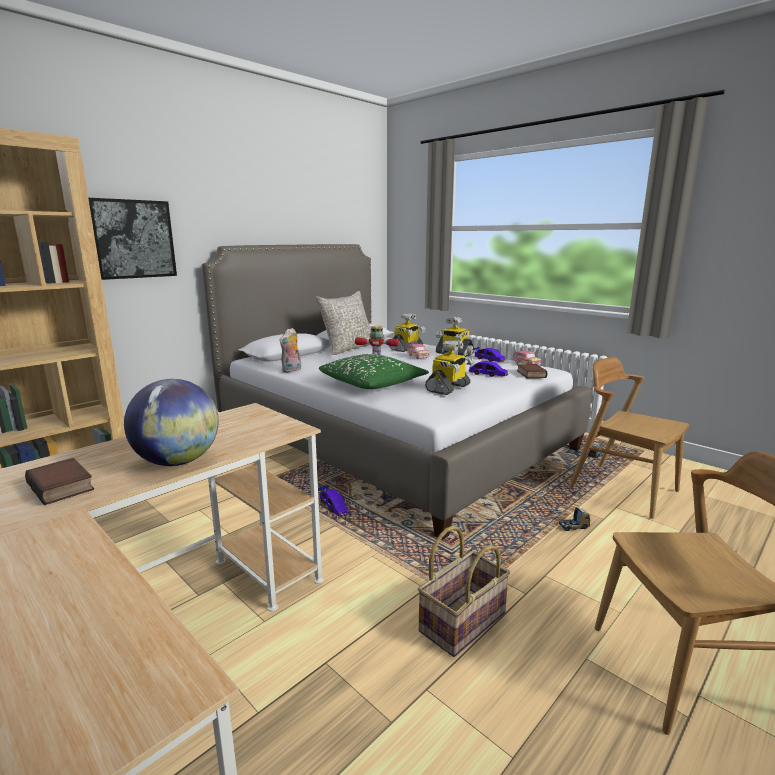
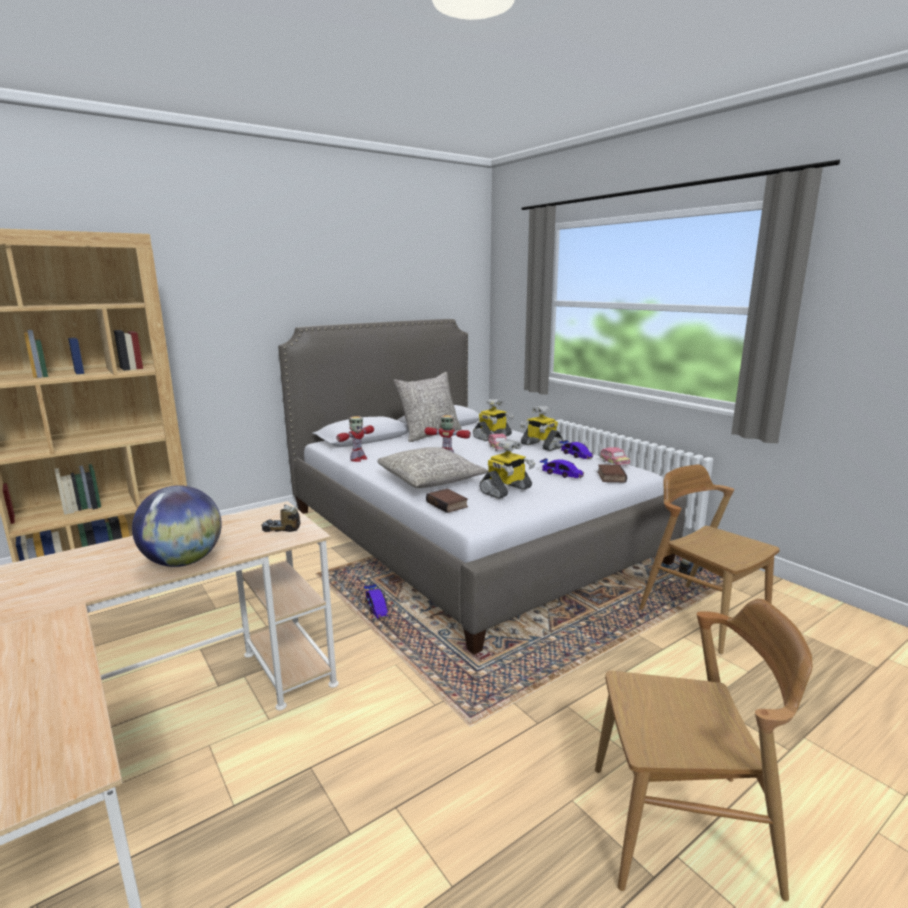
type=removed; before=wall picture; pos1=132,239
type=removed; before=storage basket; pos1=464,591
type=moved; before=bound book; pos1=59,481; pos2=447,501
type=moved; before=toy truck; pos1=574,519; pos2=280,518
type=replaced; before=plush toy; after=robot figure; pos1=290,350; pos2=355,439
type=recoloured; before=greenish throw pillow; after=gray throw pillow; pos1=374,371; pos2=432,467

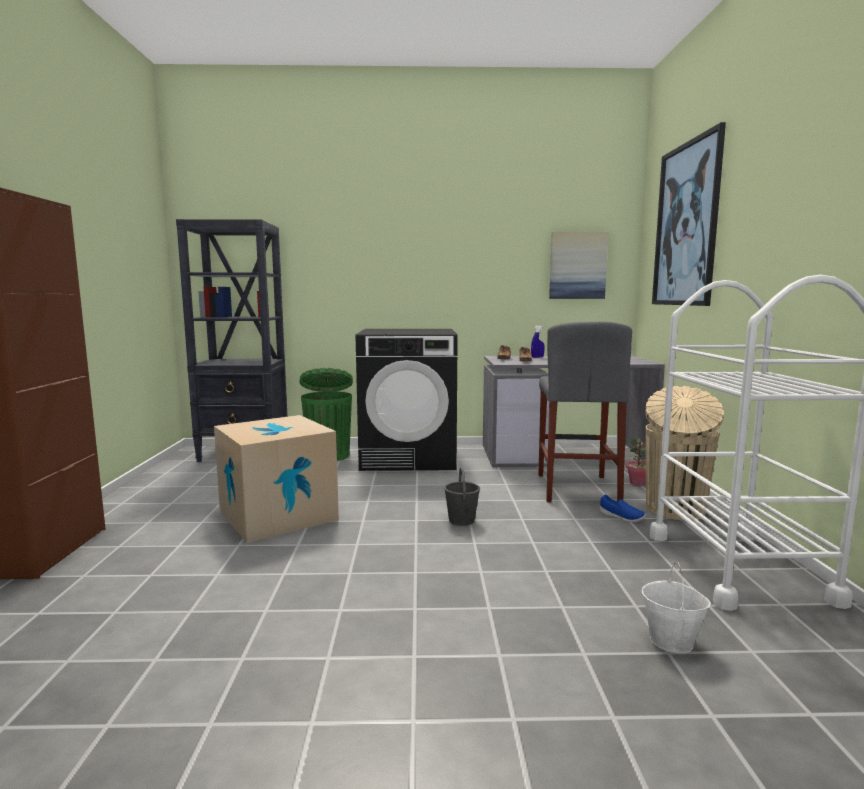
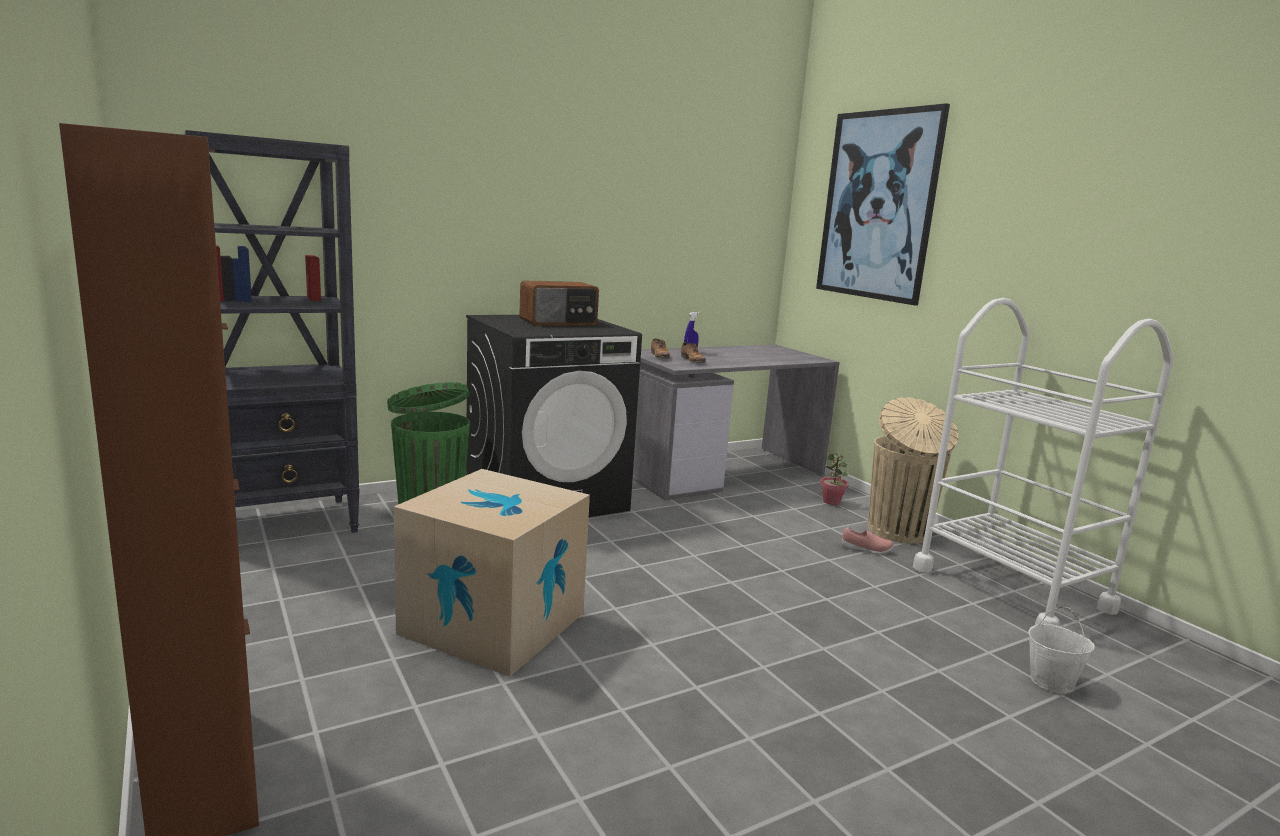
type=removed; before=gray pail; pos1=462,496
type=removed; before=gray sitting stool; pos1=585,412
type=removed; before=wall picture; pos1=579,265
type=added; after=radio; pos2=559,303
type=recoloured; before=blue item of footwear; after=pinkish item of footwear; pos1=623,508; pos2=867,540

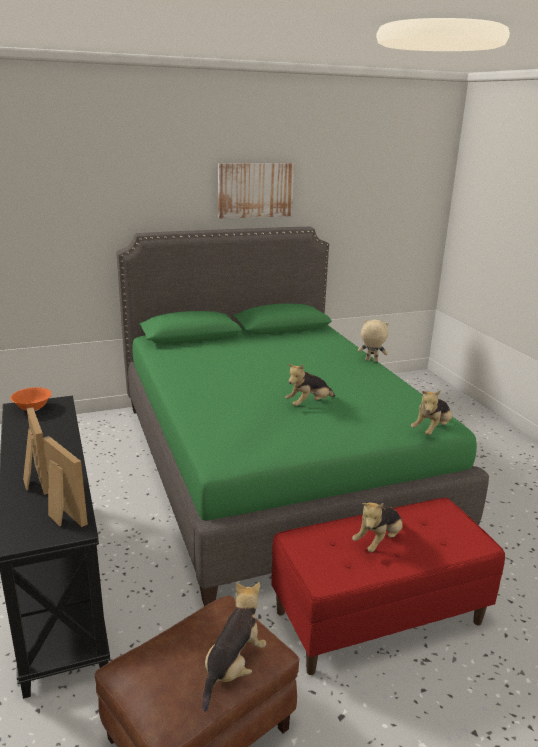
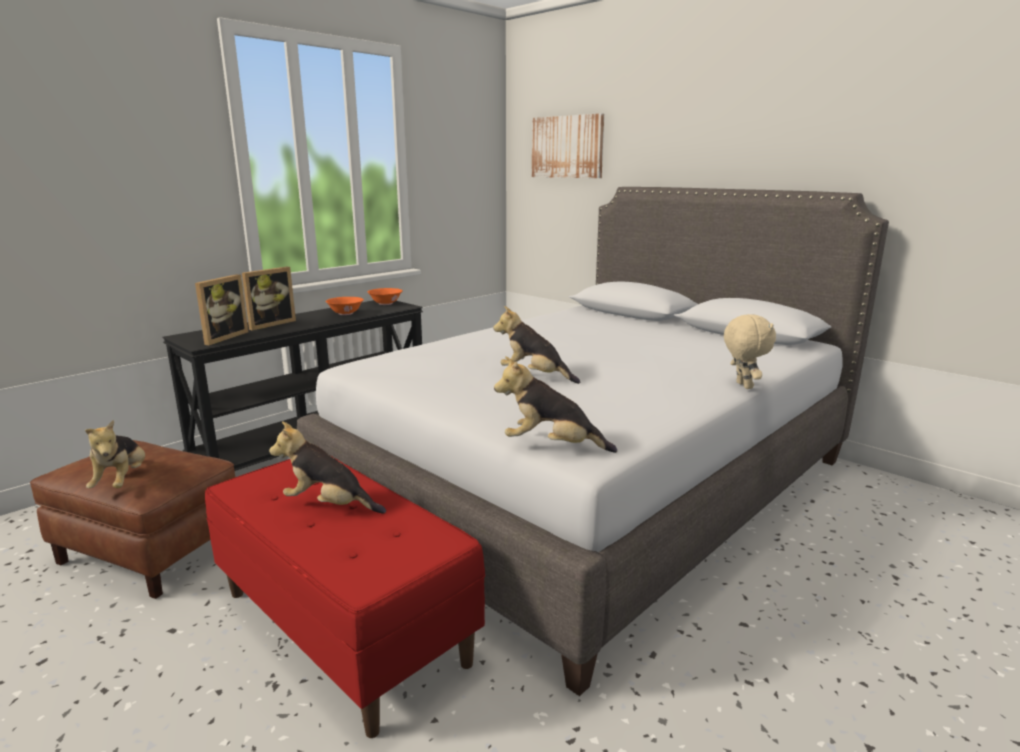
type=added; after=orange deep dish; pos2=344,306
type=moved; before=wall picture; pos1=256,191; pos2=568,145
type=recoloured; before=greenish bed; after=gray bed; pos1=302,416; pos2=593,441
type=turned; before=plush toy; pos1=234,647; pos2=115,454; turn=75

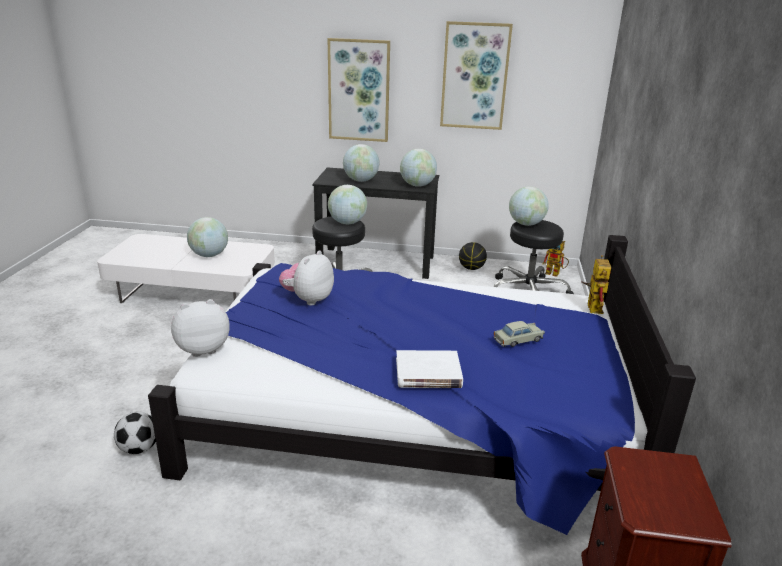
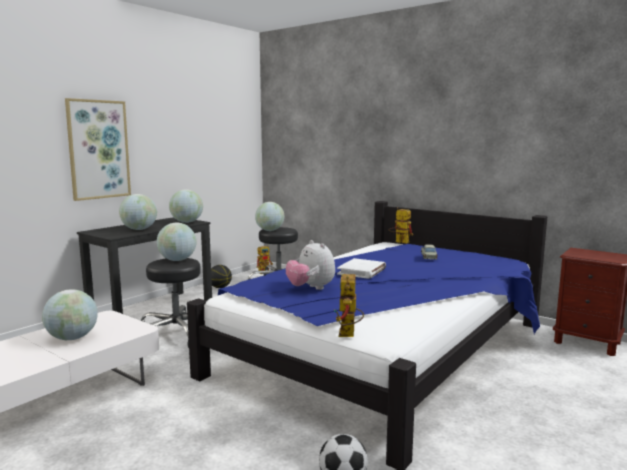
type=removed; before=wall picture; pos1=476,75
type=moved; before=white-coloured bound book; pos1=429,369; pos2=361,268
type=replaced; before=plush toy; after=robot figure; pos1=200,328; pos2=349,305

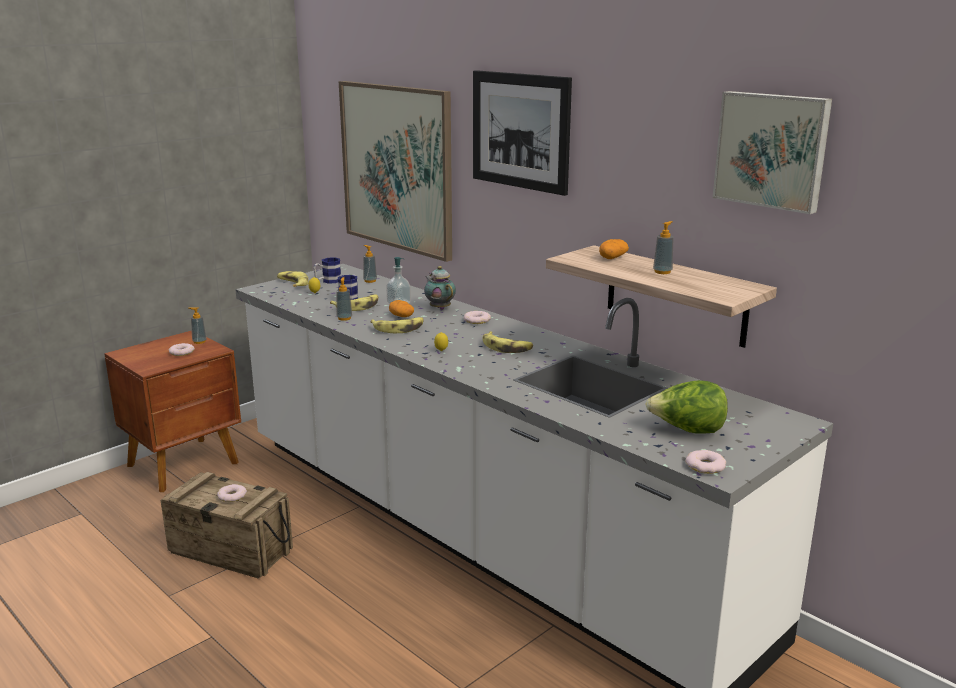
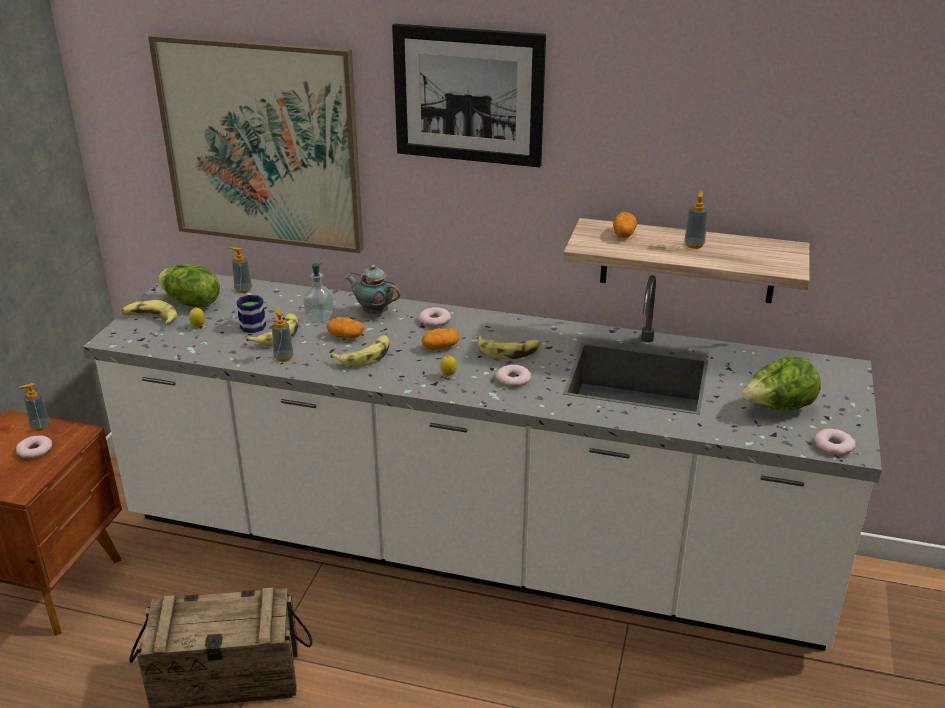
type=removed; before=wall picture; pos1=772,152
type=added; after=potato; pos2=440,339
type=moved; before=donut; pos1=232,493; pos2=513,376
type=replaced; before=coffee mug; after=lettuce; pos1=327,270; pos2=189,285

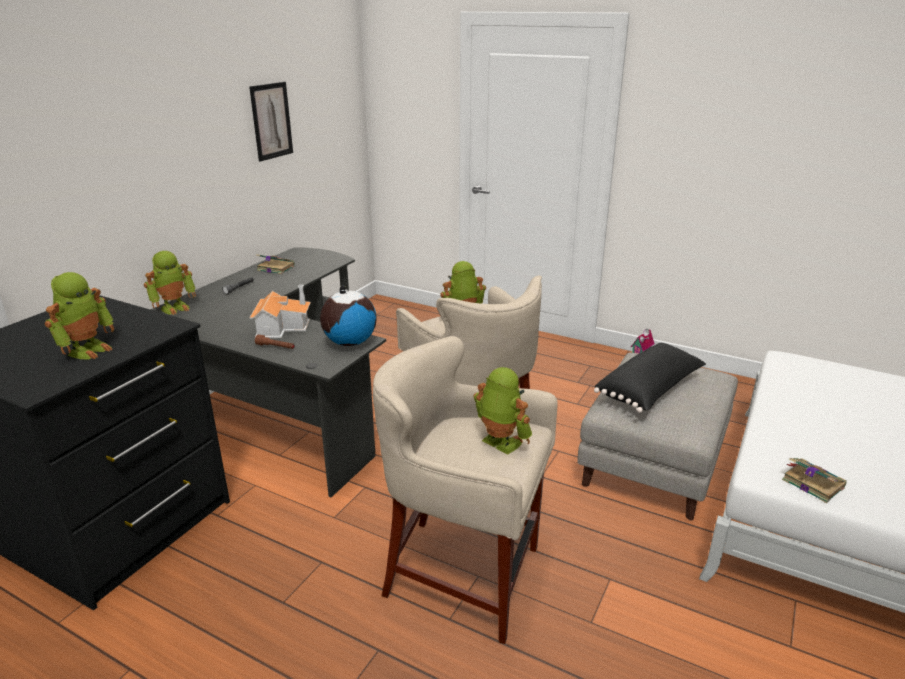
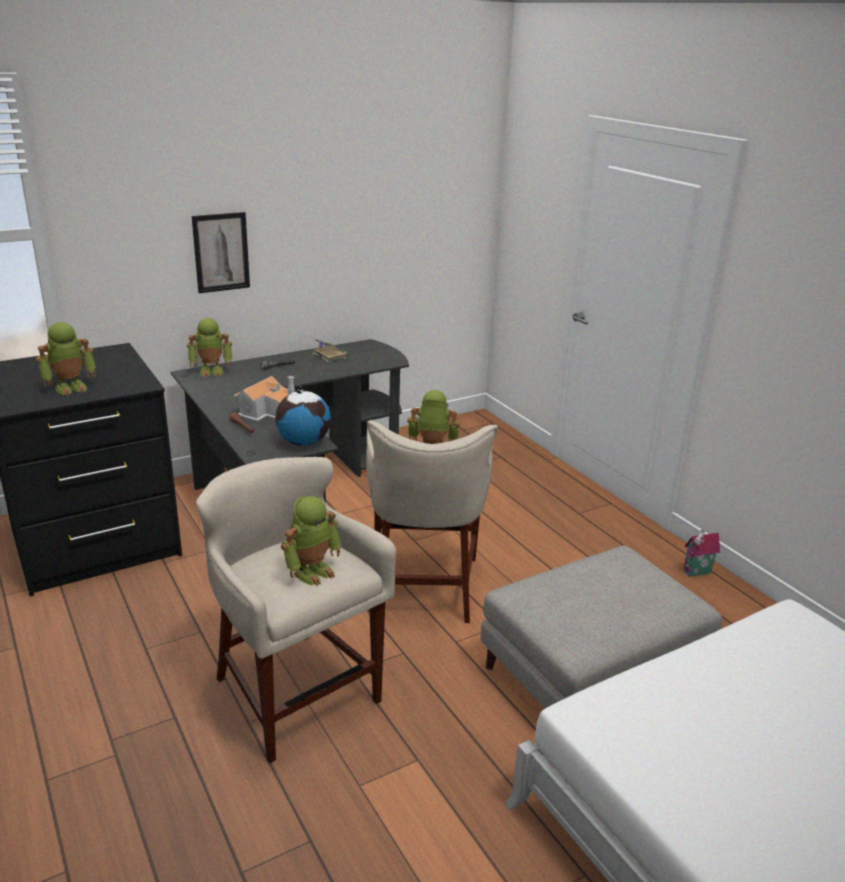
type=removed; before=black throw pillow; pos1=650,378
type=removed; before=bound book; pos1=814,480
type=moved; before=wall picture; pos1=271,122; pos2=221,252
type=turned; before=robot figure; pos1=502,411; pos2=311,541; turn=60

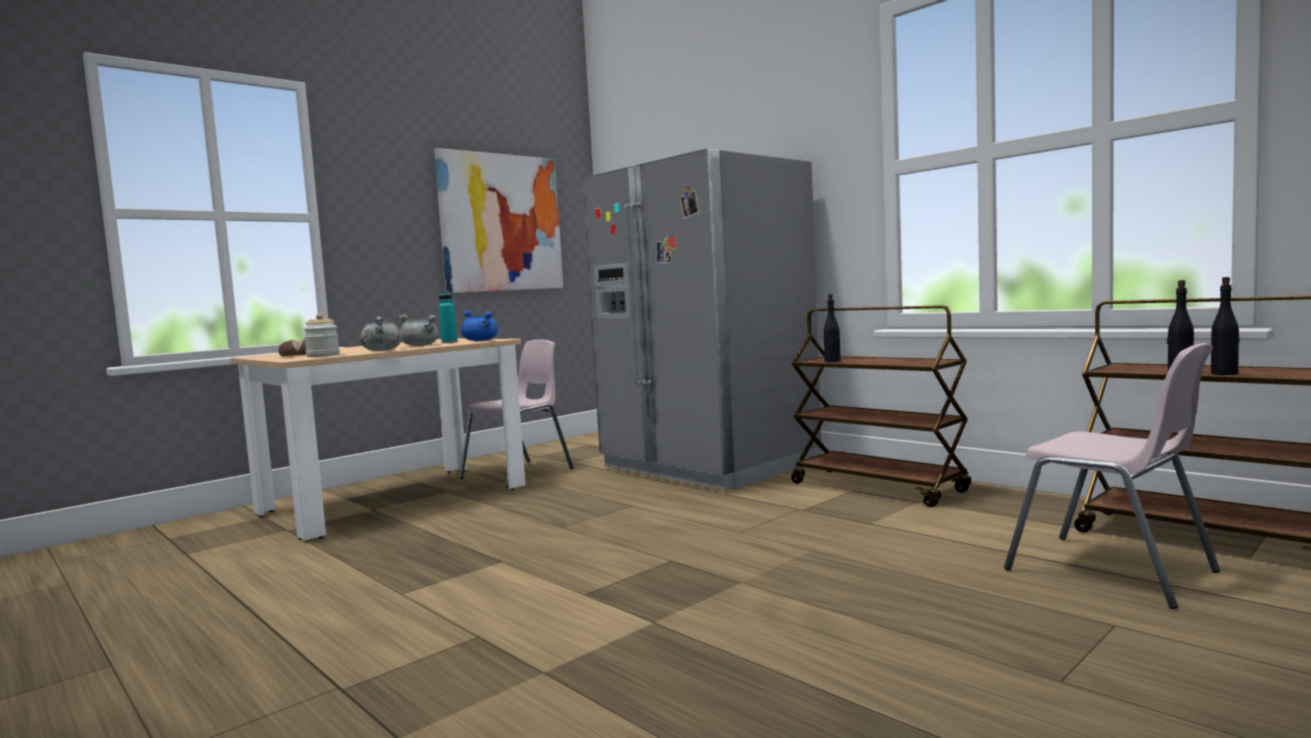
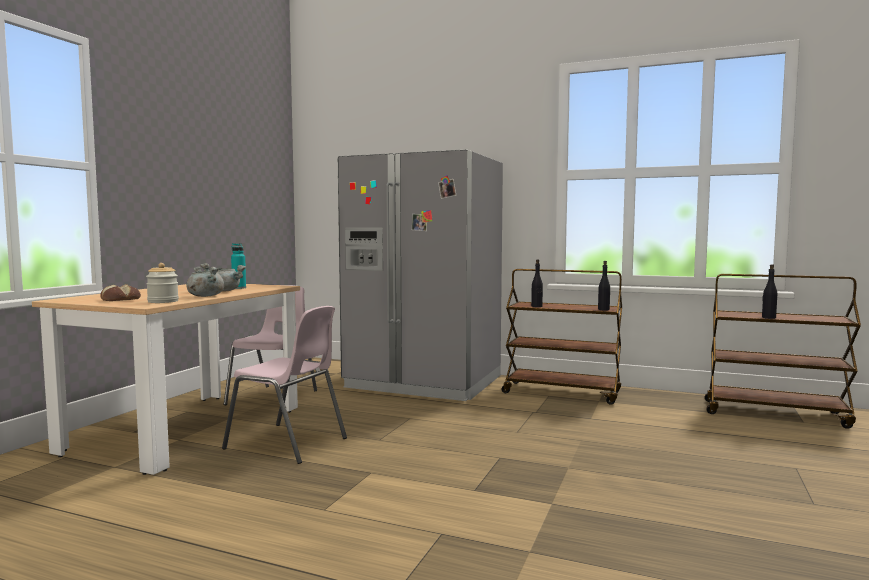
type=removed; before=wall picture; pos1=498,220
type=removed; before=blue cooking pot; pos1=479,325
type=moved; before=pinkish upright chair; pos1=1112,476; pos2=284,385
type=moved; before=black drink bottle; pos1=1225,326; pos2=604,286

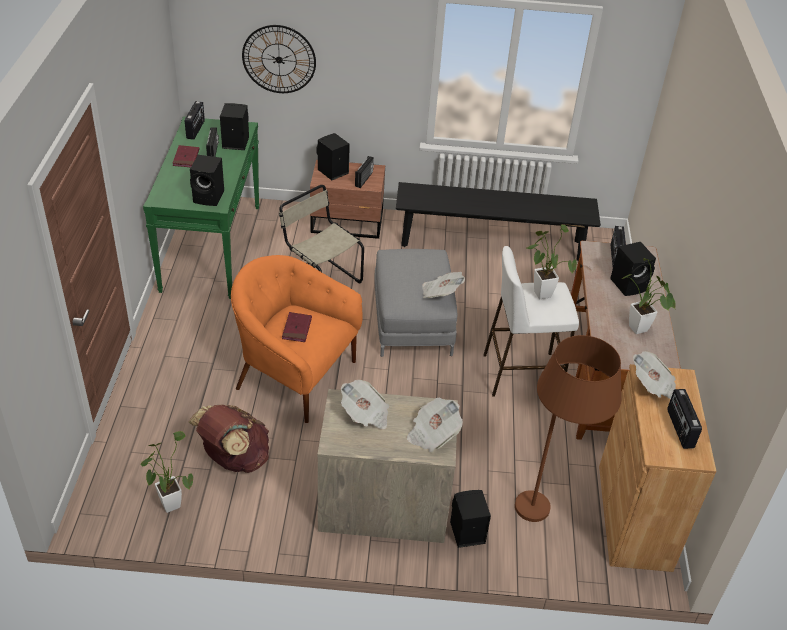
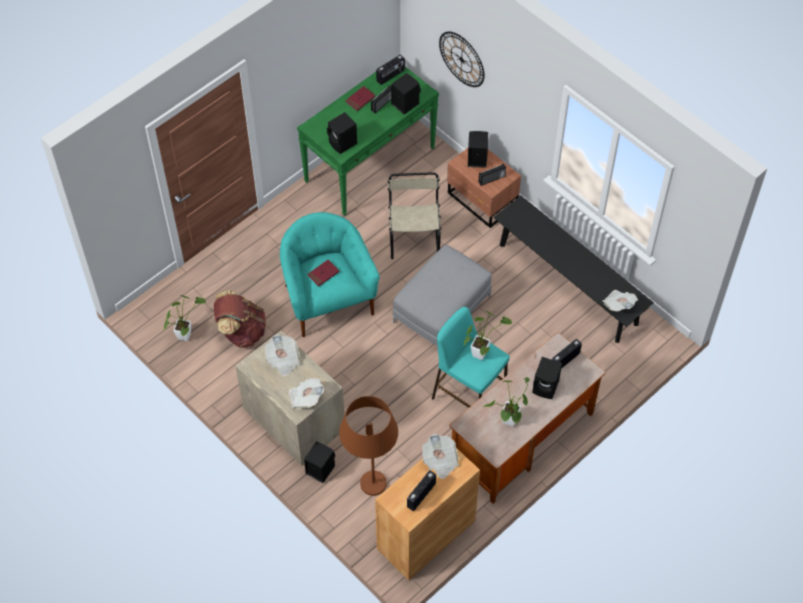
type=moved; before=daily paper; pos1=443,285; pos2=620,300
type=recoloured; before=orange armchair; after=turquoise-coloured armchair; pos1=296,339; pos2=329,274
type=recoloured; before=white-coloured sitting stool; after=turquoise-coloured sitting stool; pos1=531,321; pos2=471,357

